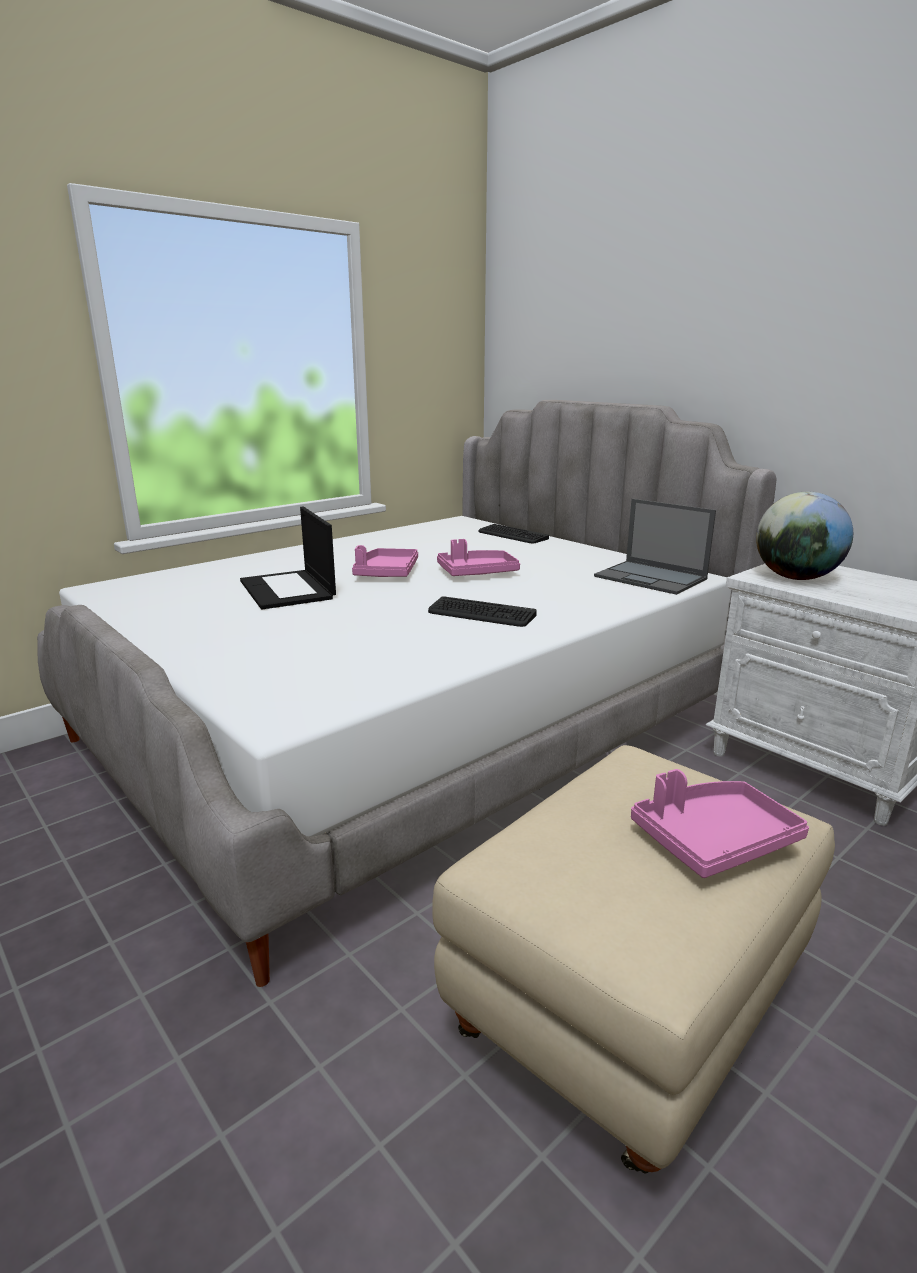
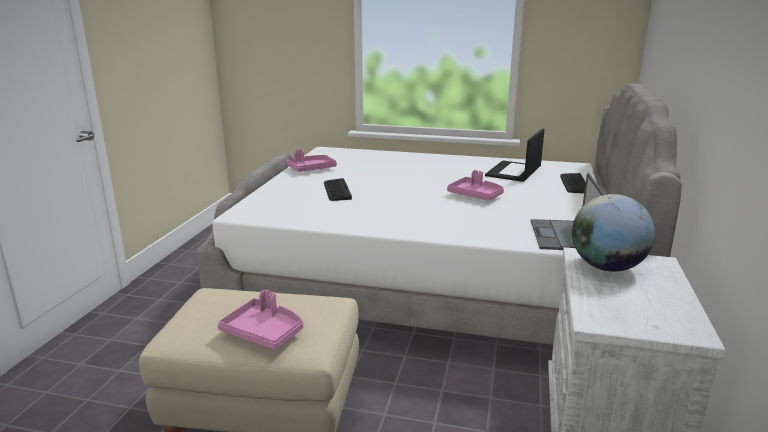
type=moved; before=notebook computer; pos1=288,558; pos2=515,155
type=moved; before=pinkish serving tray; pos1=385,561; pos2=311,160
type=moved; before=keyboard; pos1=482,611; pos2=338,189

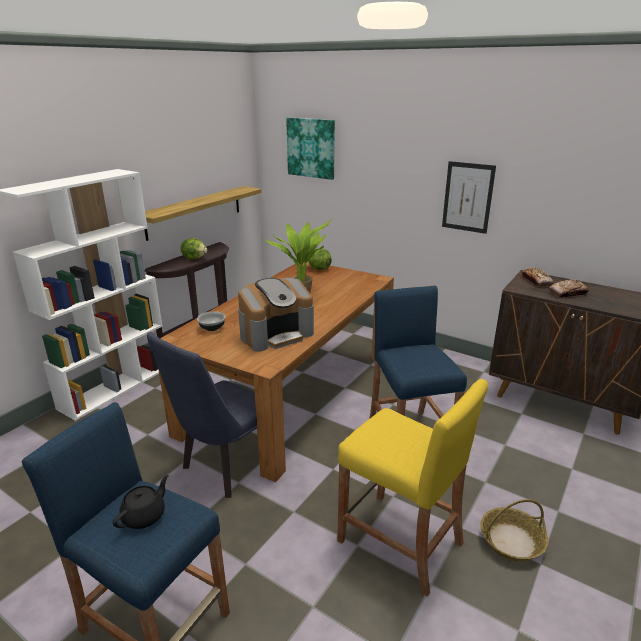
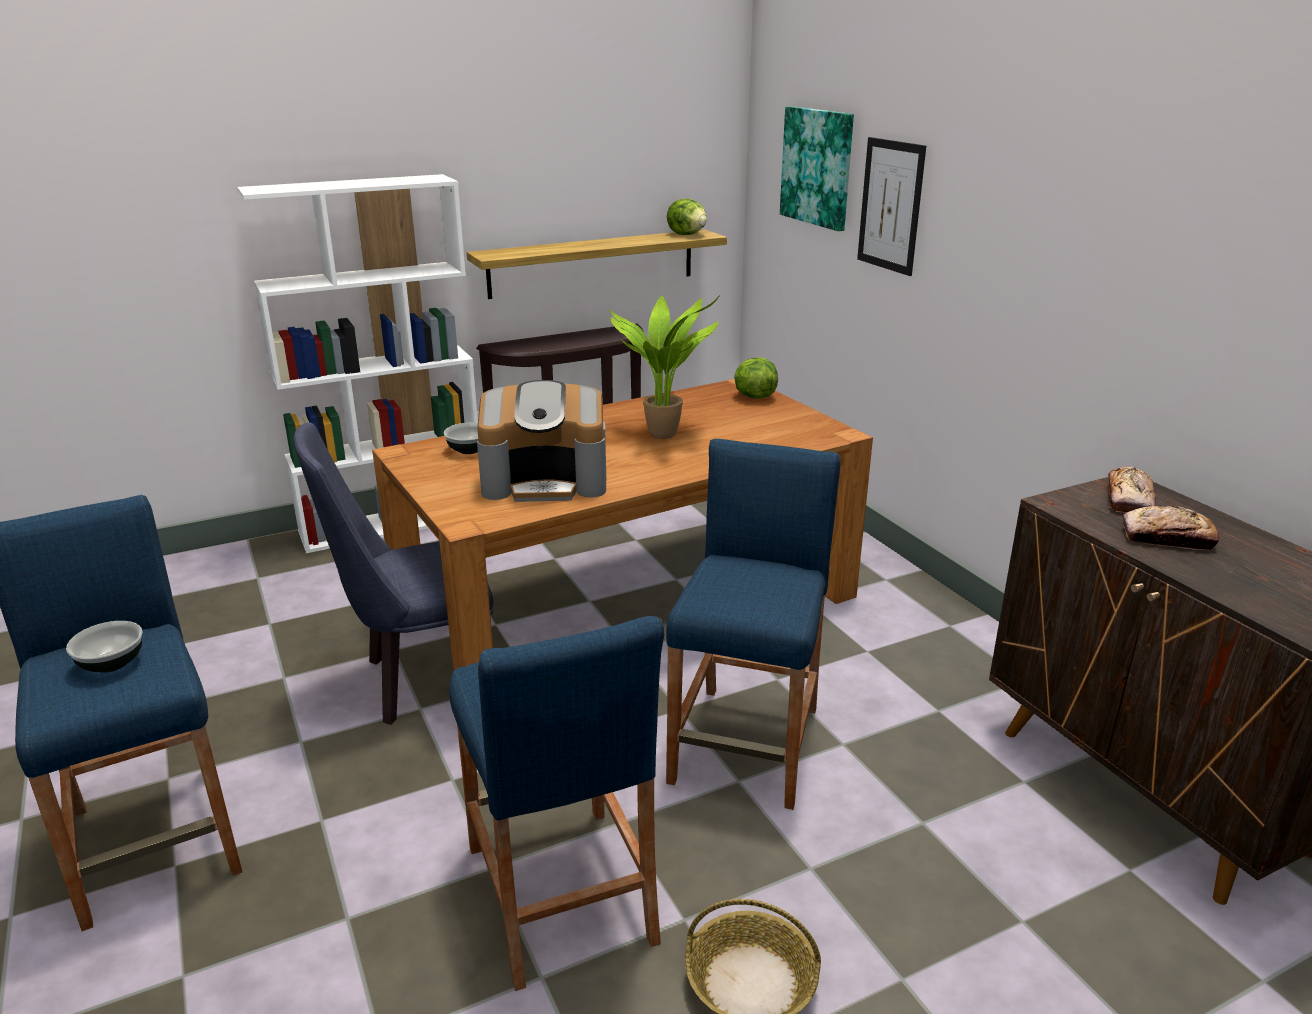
type=moved; before=lettuce; pos1=194,249; pos2=687,217
type=moved; before=wall picture; pos1=469,197; pos2=891,206
type=replaced; before=black teapot; after=deep dish; pos1=141,502; pos2=104,647
type=recoloured; before=yellow-coloured sitting stool; after=blue sitting stool; pos1=412,488; pos2=556,803

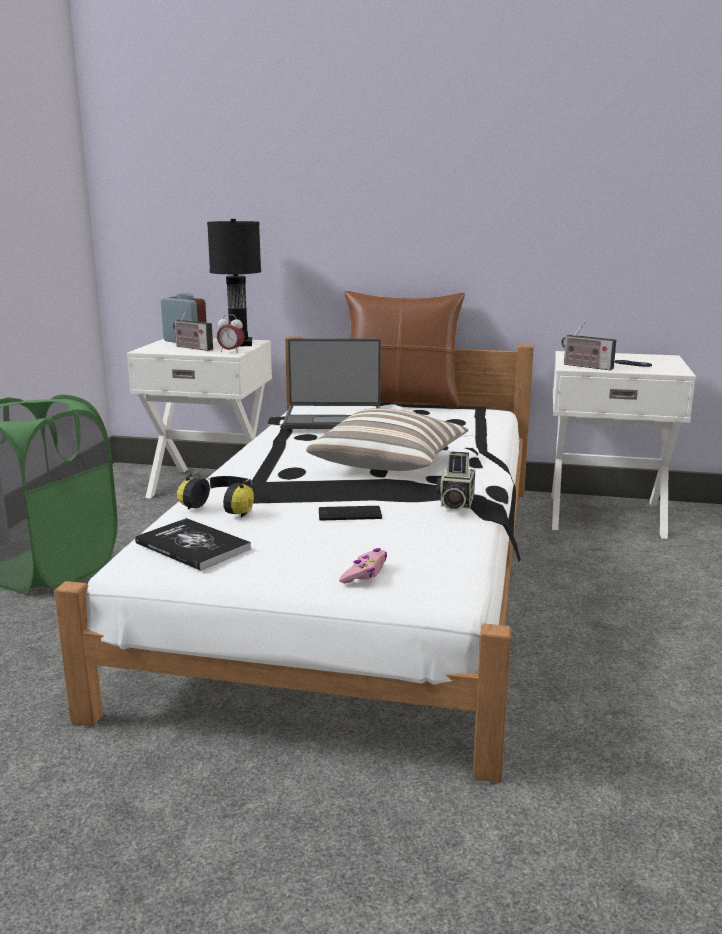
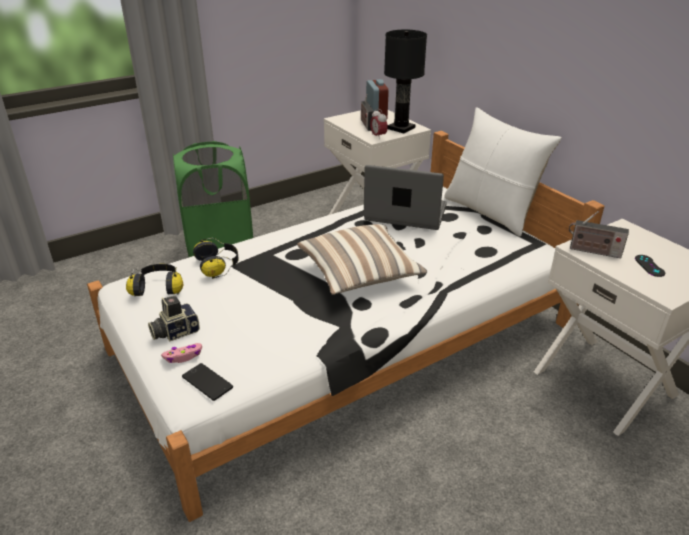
type=moved; before=telephone; pos1=350,513; pos2=207,382
type=moved; before=photo camera; pos1=455,481; pos2=174,319
type=replaced; before=bound book; after=headphones; pos1=193,544; pos2=154,280
type=recoloured; before=brownish throw pillow; after=white-coloured throw pillow; pos1=404,349; pos2=502,171
type=turned; before=notebook computer; pos1=332,383; pos2=405,197; turn=150
type=turned; before=radio; pos1=588,345; pos2=599,234; turn=-60

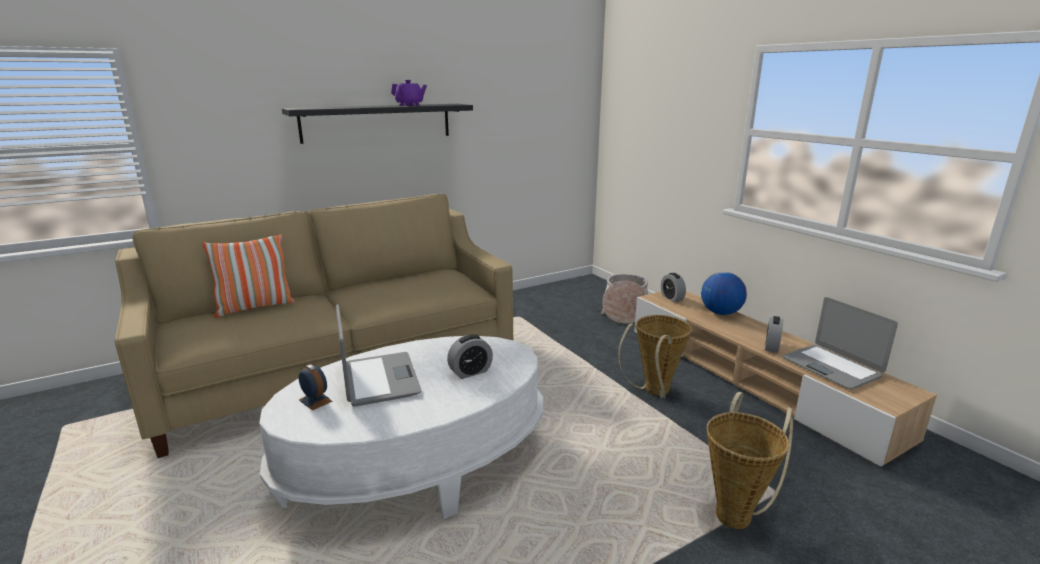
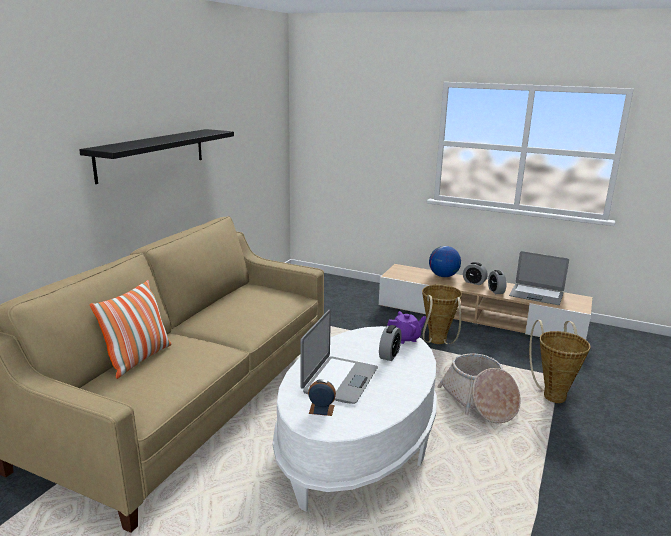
type=moved; before=purplish teapot; pos1=409,93; pos2=406,327
type=moved; before=storage basket; pos1=624,299; pos2=479,388
type=moved; before=bedside clock; pos1=673,287; pos2=475,273
type=turned; before=notebook computer; pos1=379,355; pos2=339,357; turn=75

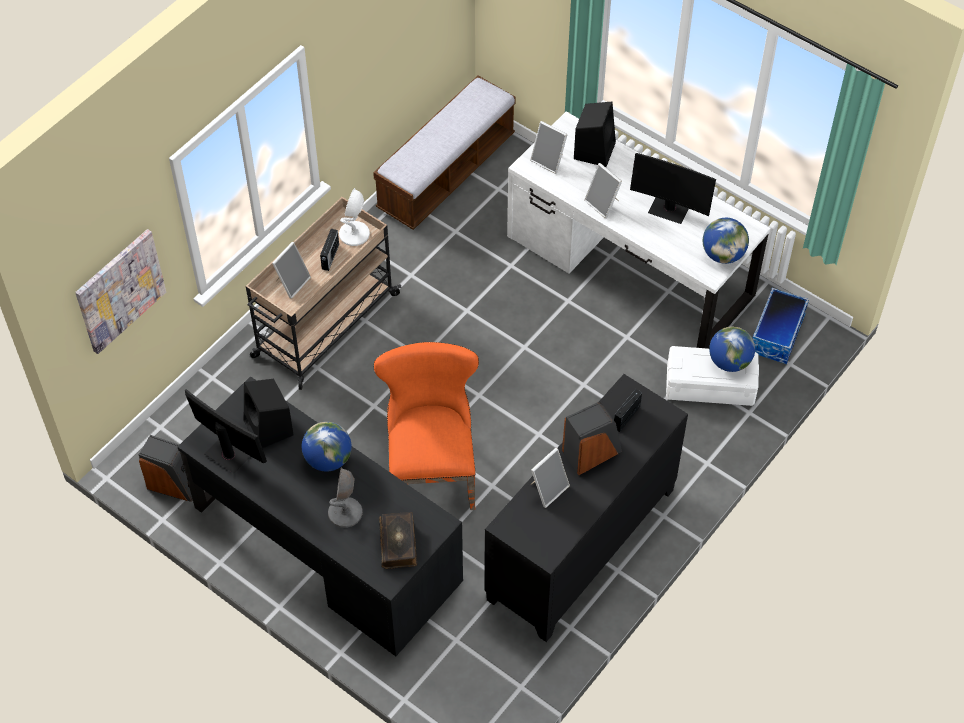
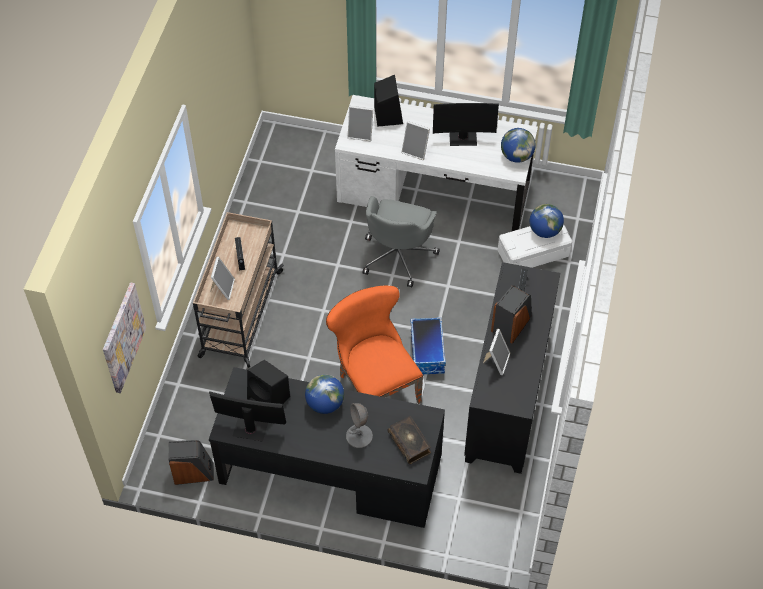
type=removed; before=white-coloured tabletop lamp; pos1=354,217
type=removed; before=indoor bench; pos1=444,152
type=added; after=gray office chair; pos2=401,241
type=moved; before=storage box; pos1=781,326; pos2=428,345

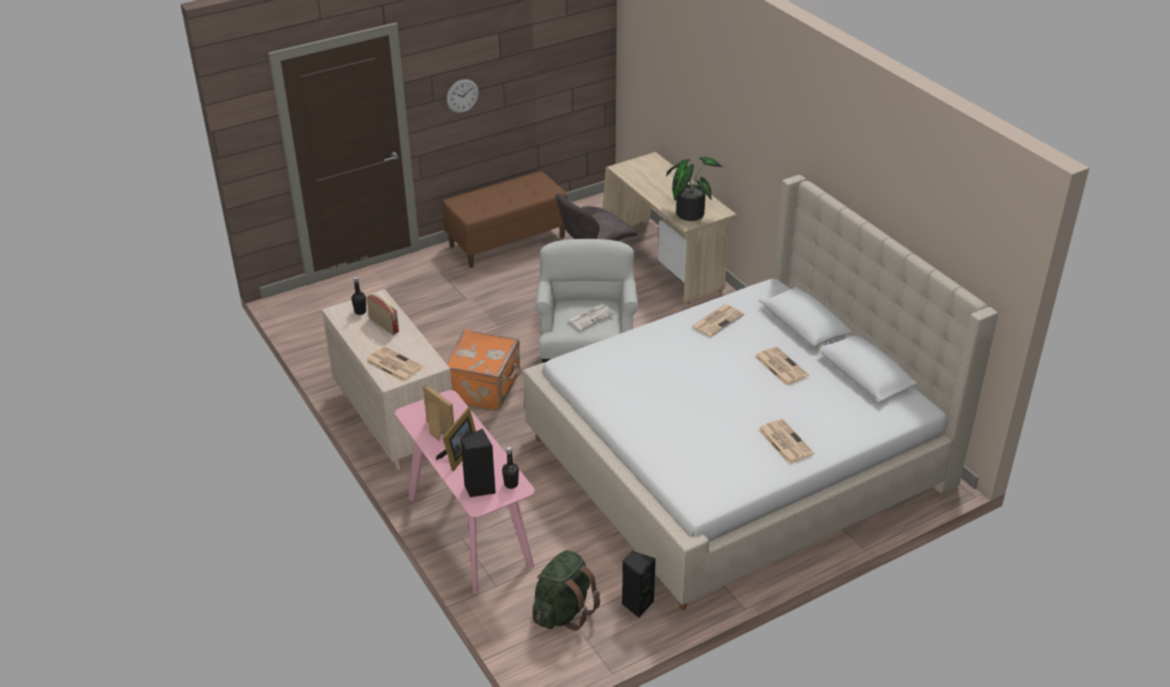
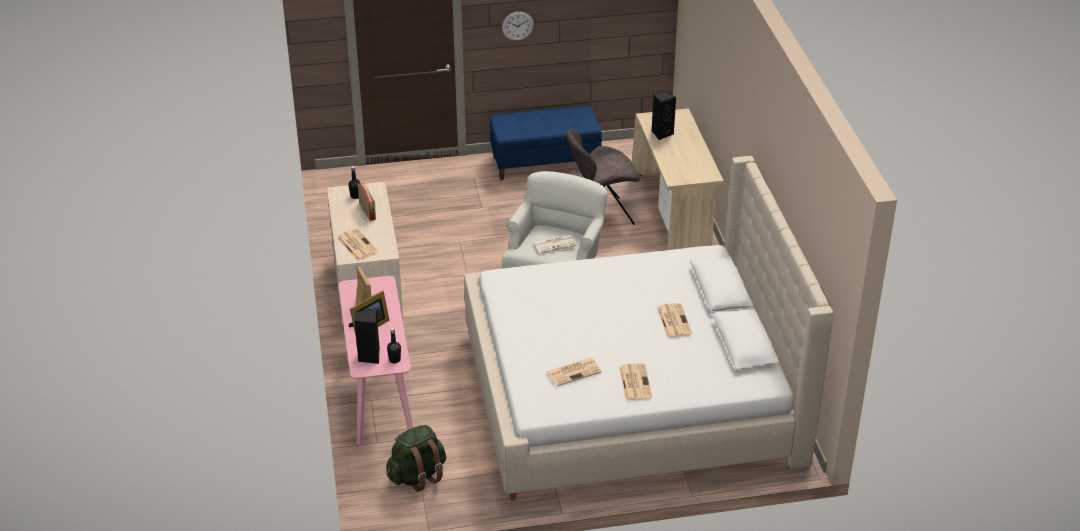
type=removed; before=orange piece of luggage; pos1=483,370
type=removed; before=plant in a pot; pos1=694,189
type=moved; before=black speaker; pos1=639,584; pos2=664,115
type=moved; before=daily paper; pos1=717,320; pos2=574,372
type=recoloured; before=brownish indoor bench; after=blue indoor bench; pos1=505,219; pos2=546,142

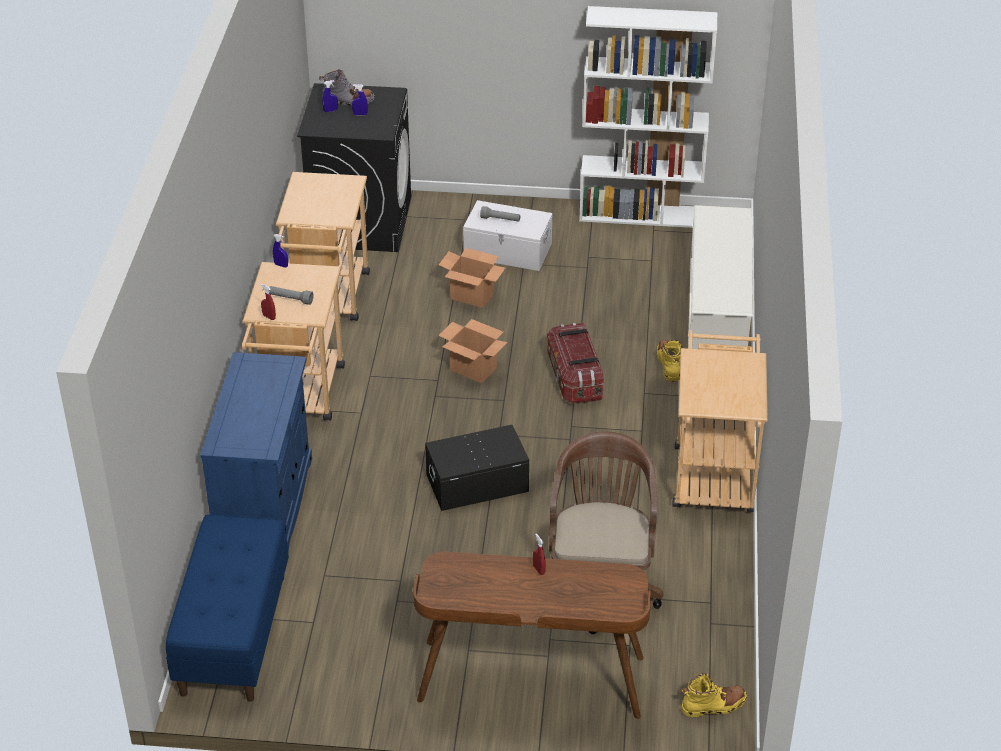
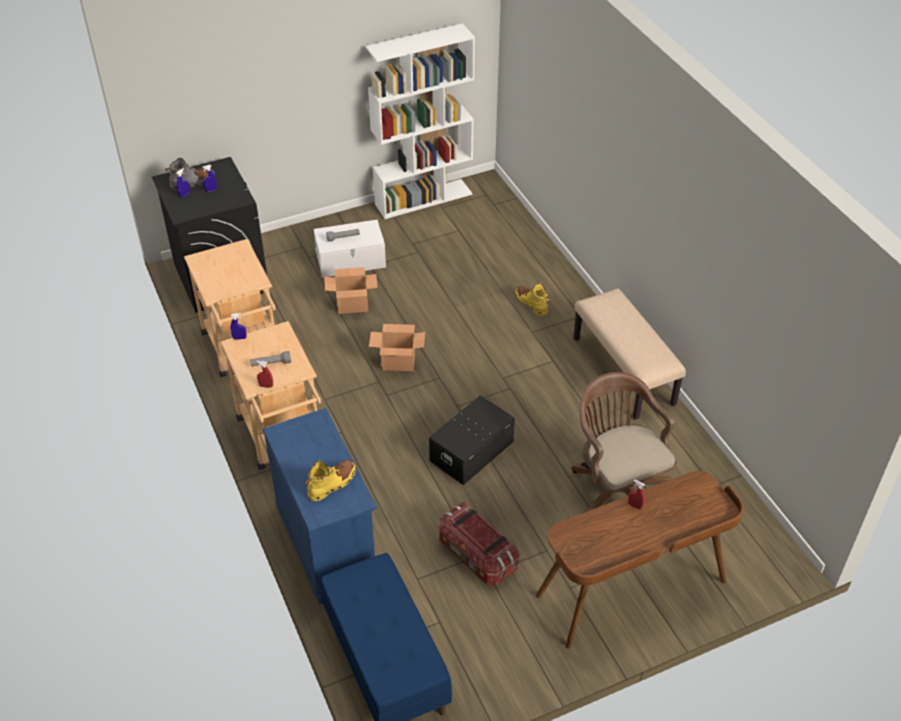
type=removed; before=white-coloured shoe rack; pos1=720,277
type=moved; before=storage box; pos1=575,363; pos2=479,544
type=moved; before=yellow-coloured tall boot; pos1=714,695; pos2=330,480
type=replaced; before=sand-coloured cart; after=sand-coloured indoor bench; pos1=720,421; pos2=630,354

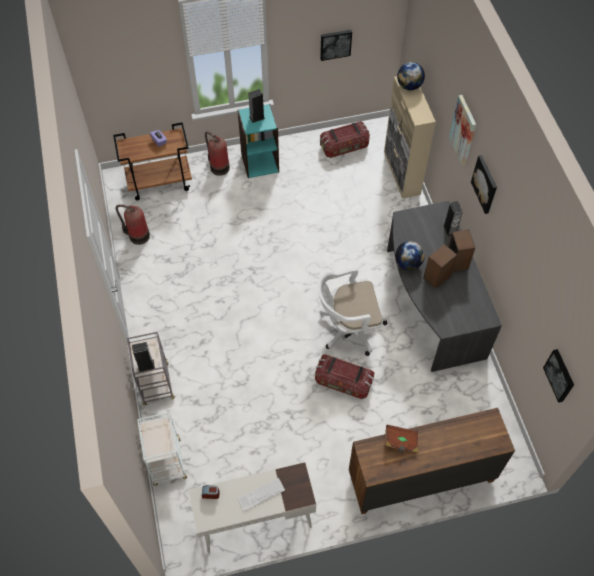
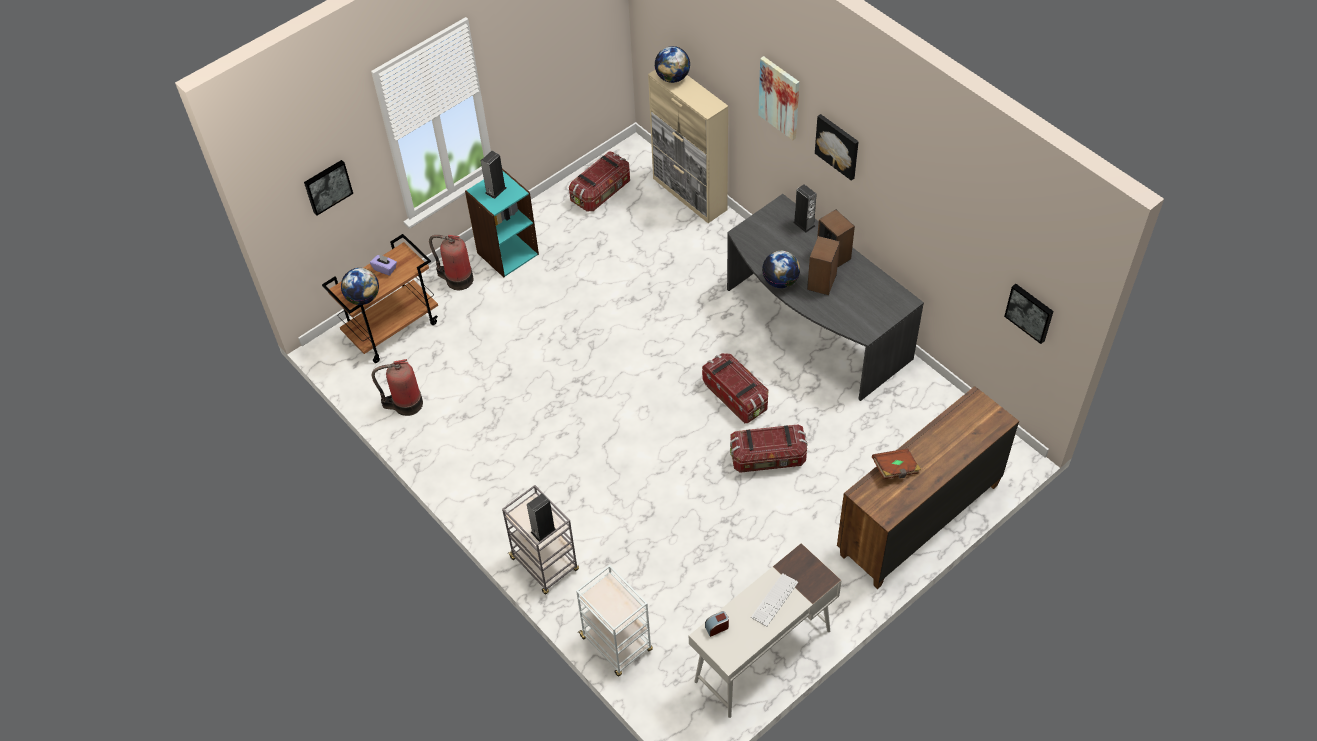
type=added; after=world globe; pos2=360,286
type=moved; before=wall picture; pos1=336,45; pos2=328,188
type=replaced; before=white-coloured office chair; after=storage box; pos1=352,312; pos2=735,388

